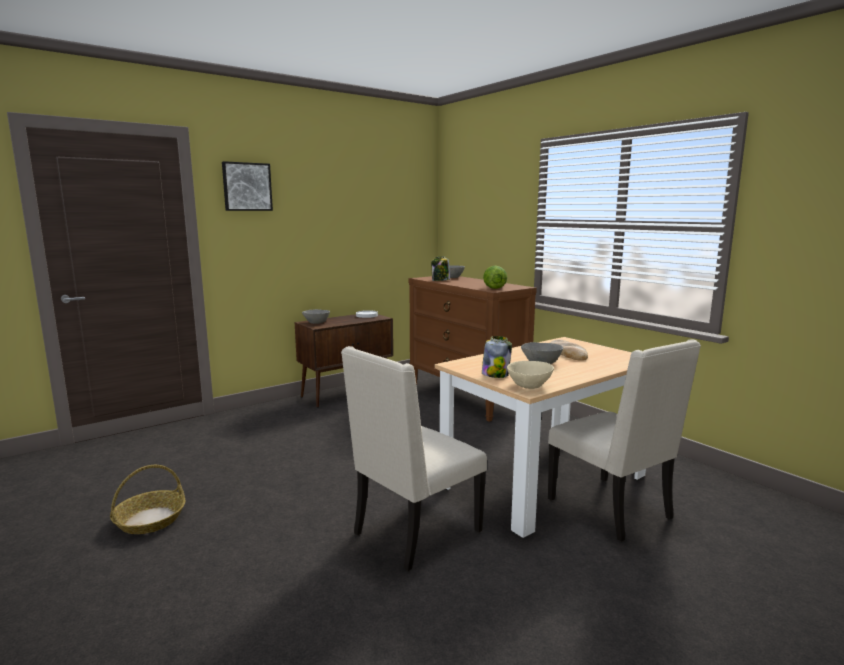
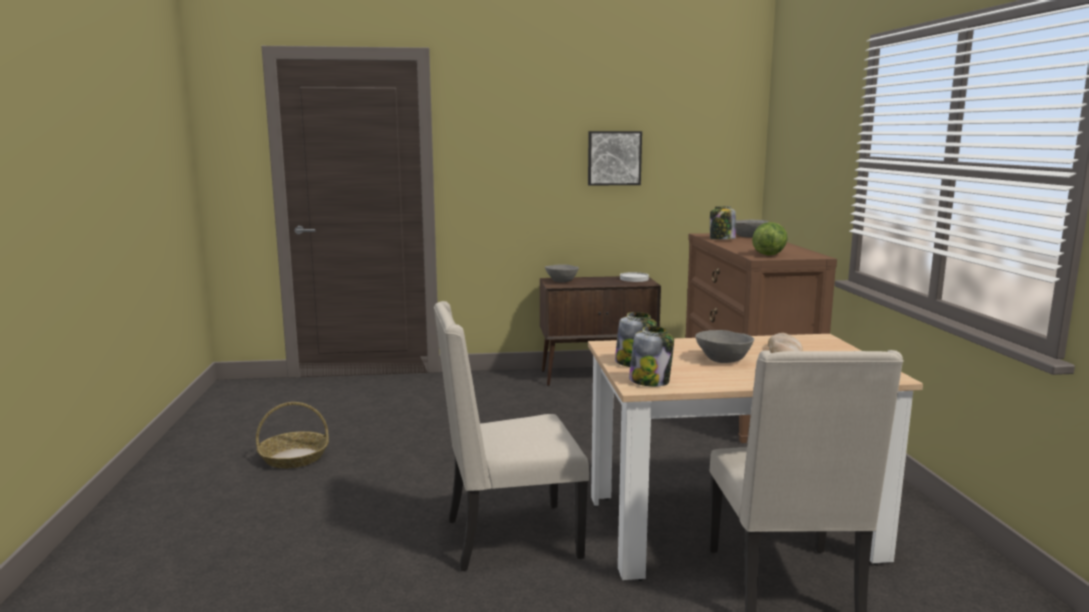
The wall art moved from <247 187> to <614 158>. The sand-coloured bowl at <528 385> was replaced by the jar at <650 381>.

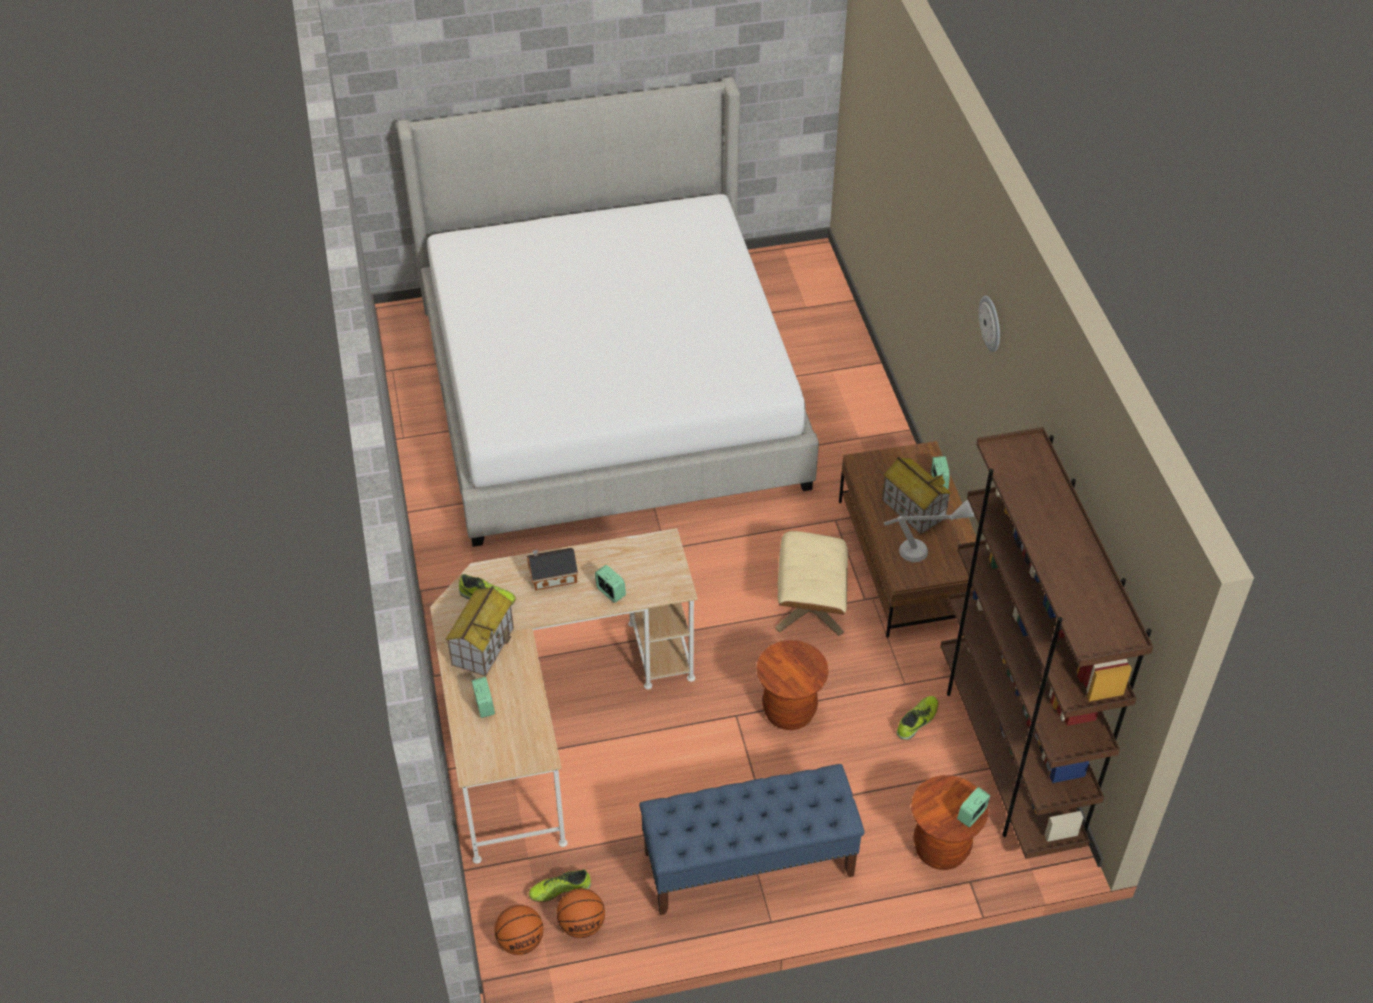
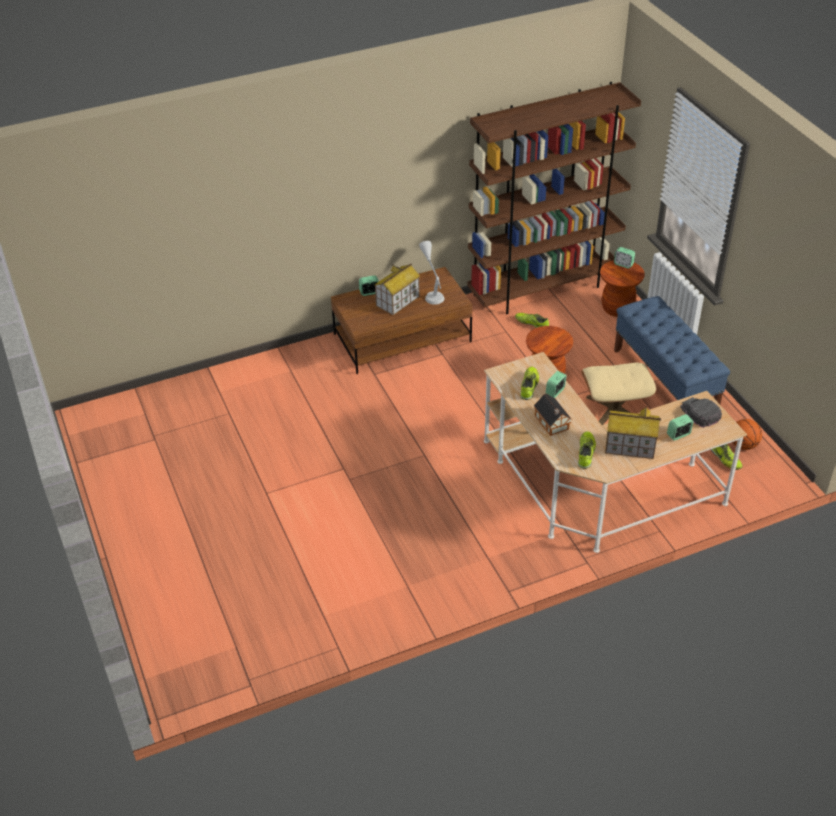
The low shoe at <529 386> appeared. The sand-coloured ottoman moved from <809 607> to <614 410>. The black-coloured baseball cap at <699 413> appeared. The sleeping bed at <609 390> disappeared. The basketball ball at <520 941> disappeared. The hanging clock at <991 323> disappeared.

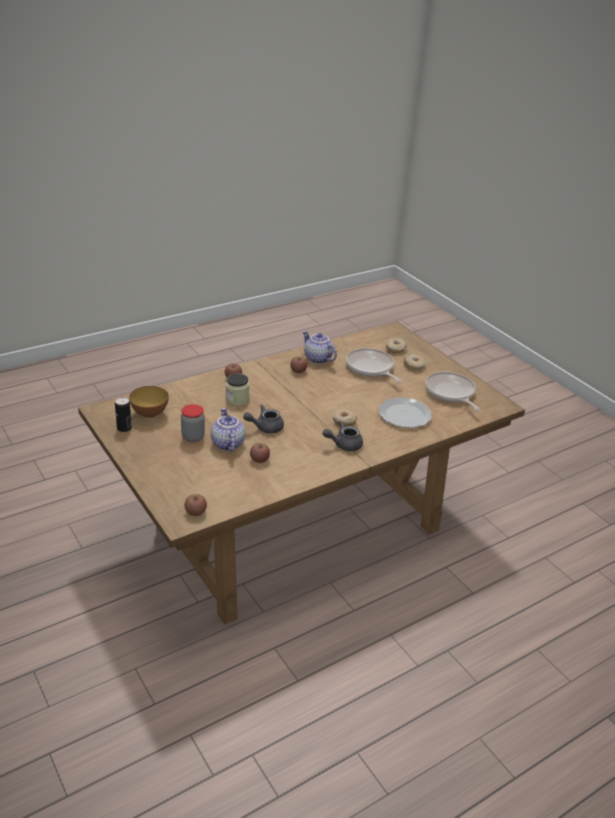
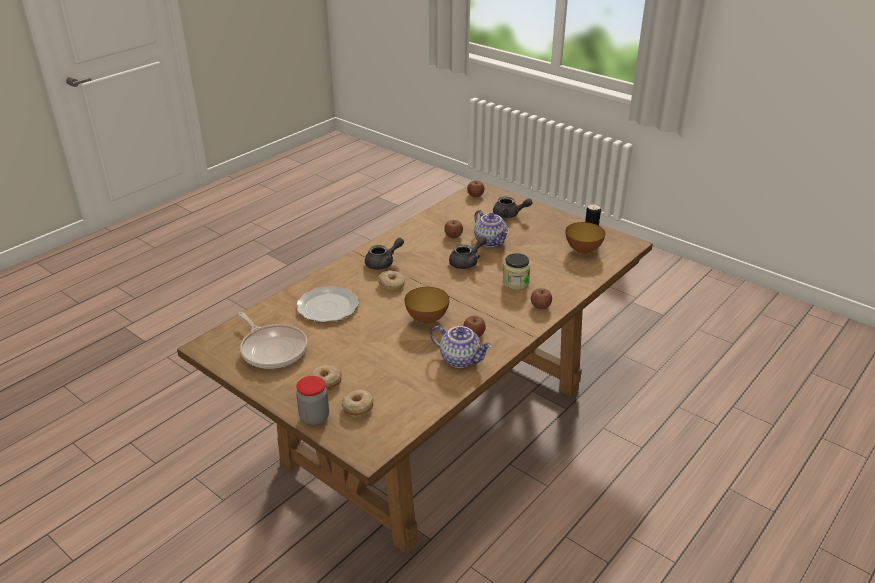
The jar moved from <193 437> to <314 417>. The bowl at <427 319> appeared. The grey teapot at <509 215> appeared. The skillet at <370 368> disappeared.

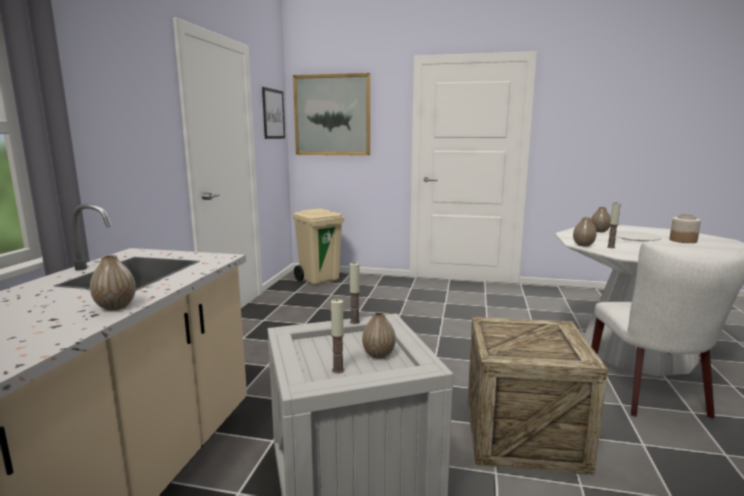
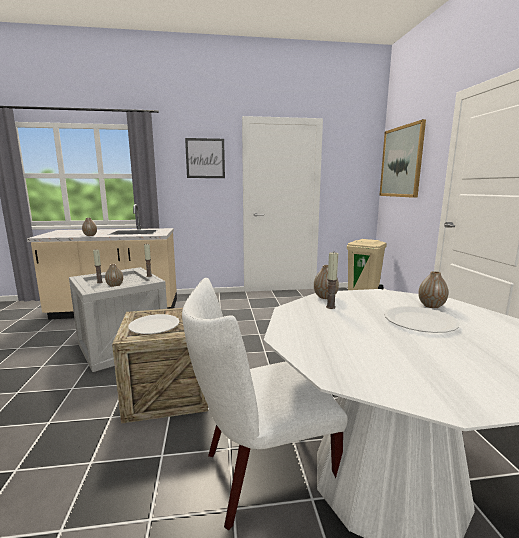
The whitish dinner plate at <154 325> appeared. The wall art moved from <273 114> to <205 158>. The jar at <682 240> disappeared.

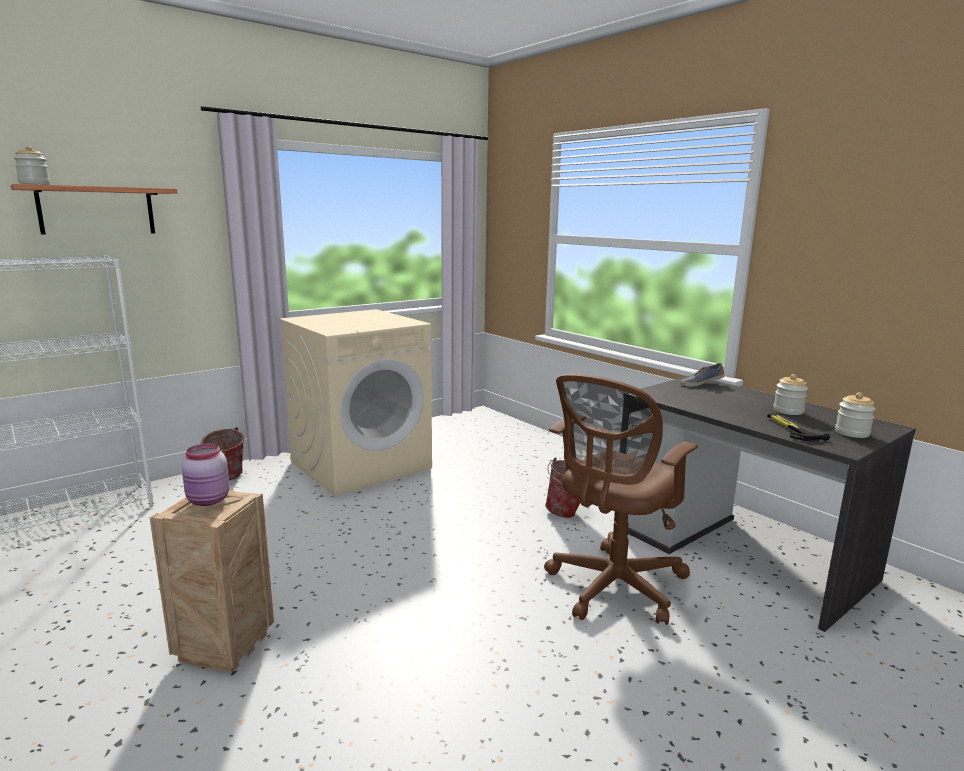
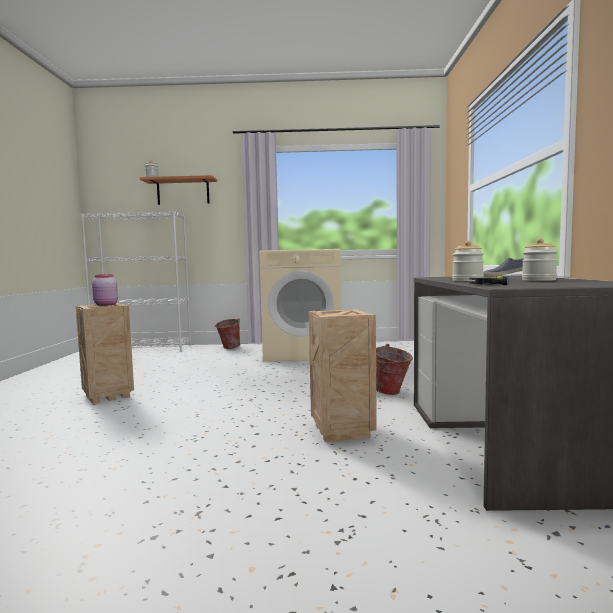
The brownish desk chair at <612 588> was replaced by the packing crate at <340 431>. The jar moved from <852 433> to <467 280>.

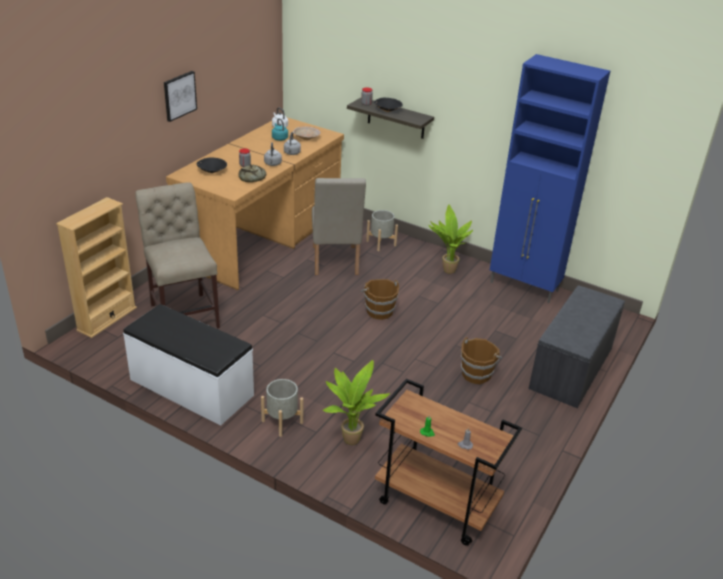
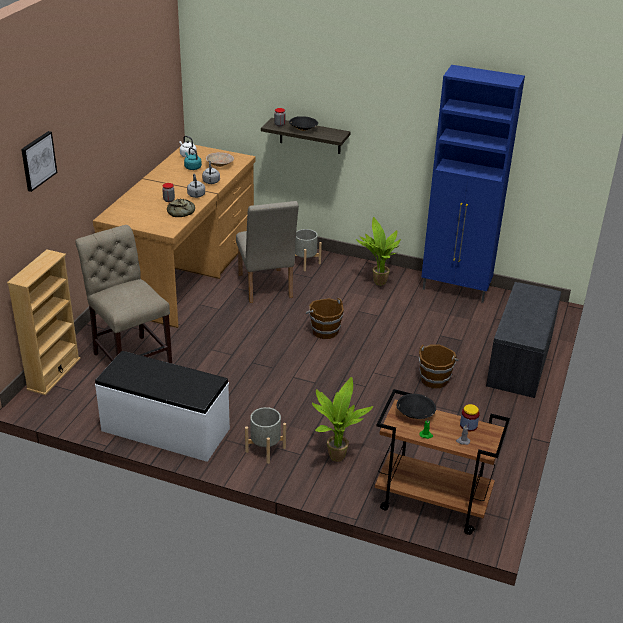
The wall art moved from <179 95> to <38 160>. The black-coloured bowl moved from <212 171> to <415 414>. The jar at <468 425> appeared.

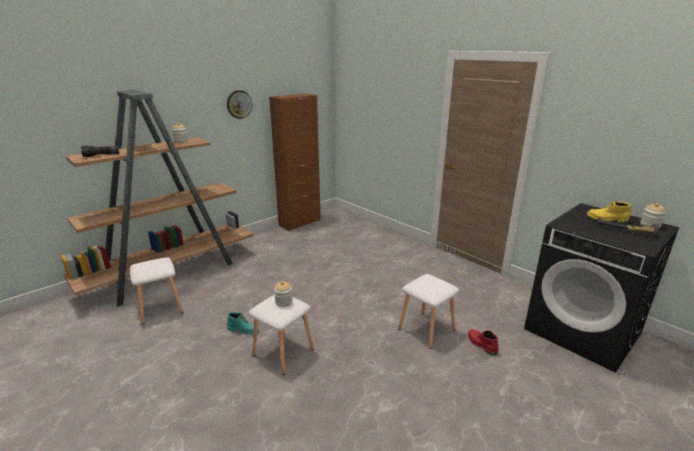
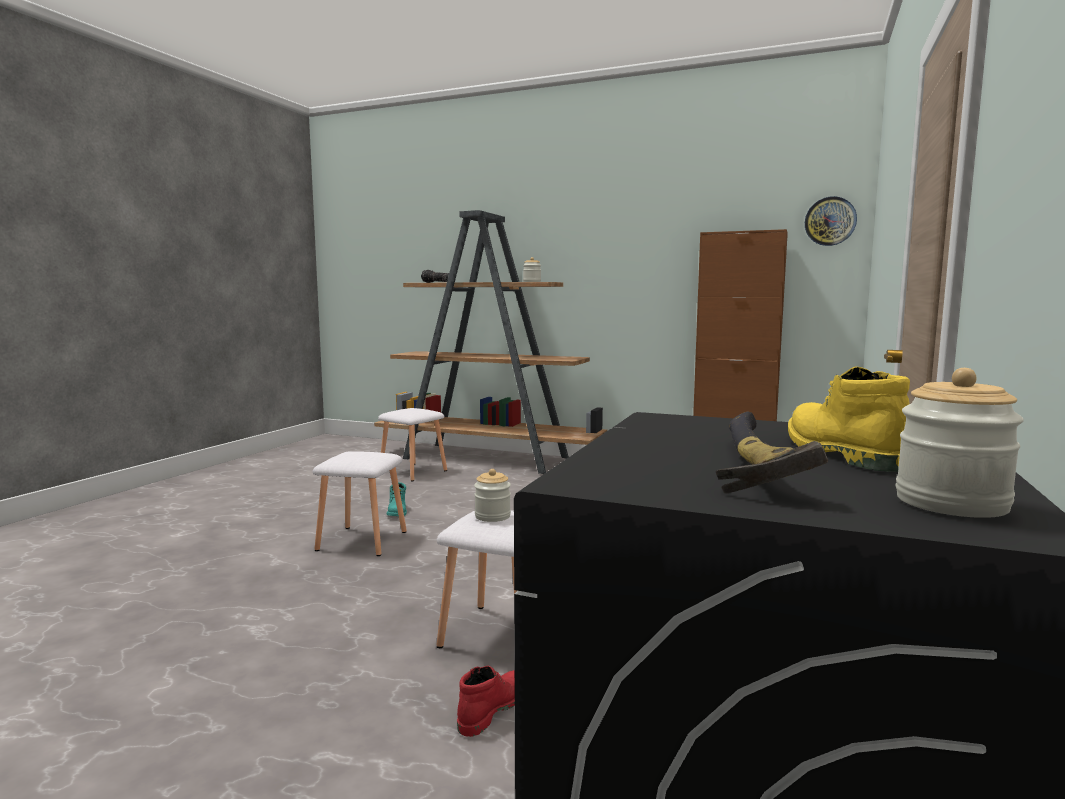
The jar moved from <284 302> to <492 516>. The hanging clock moved from <239 104> to <830 221>.

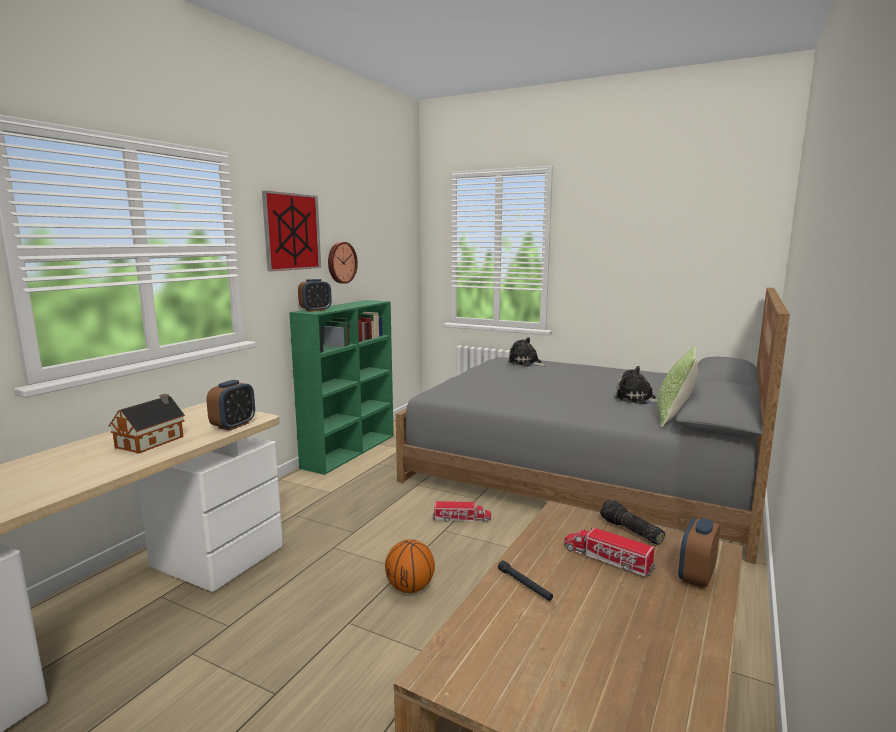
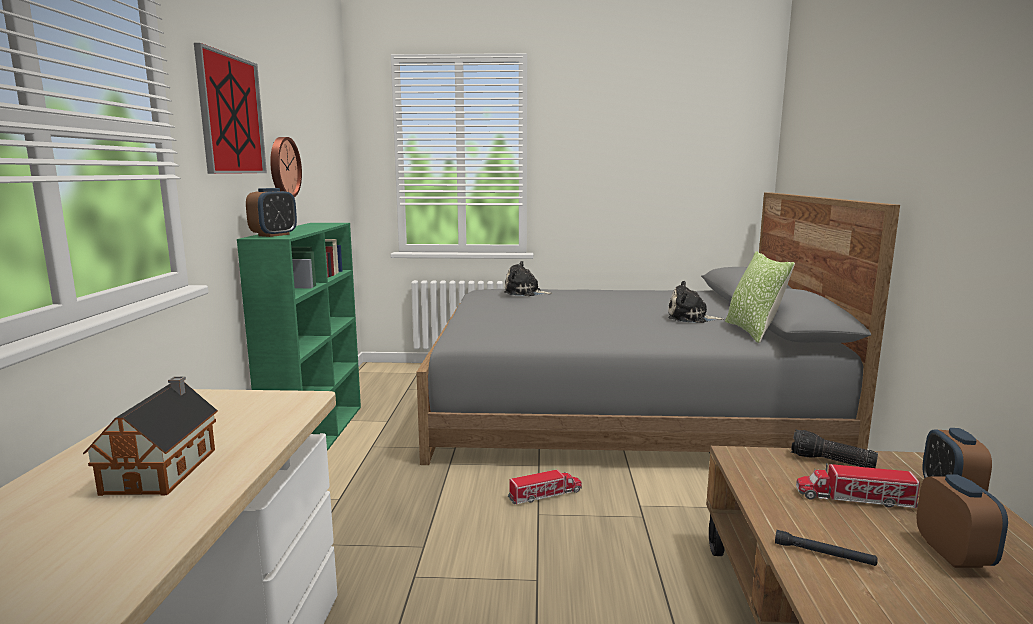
The bedside clock moved from <233 425> to <953 554>. The basketball ball at <410 588> disappeared.

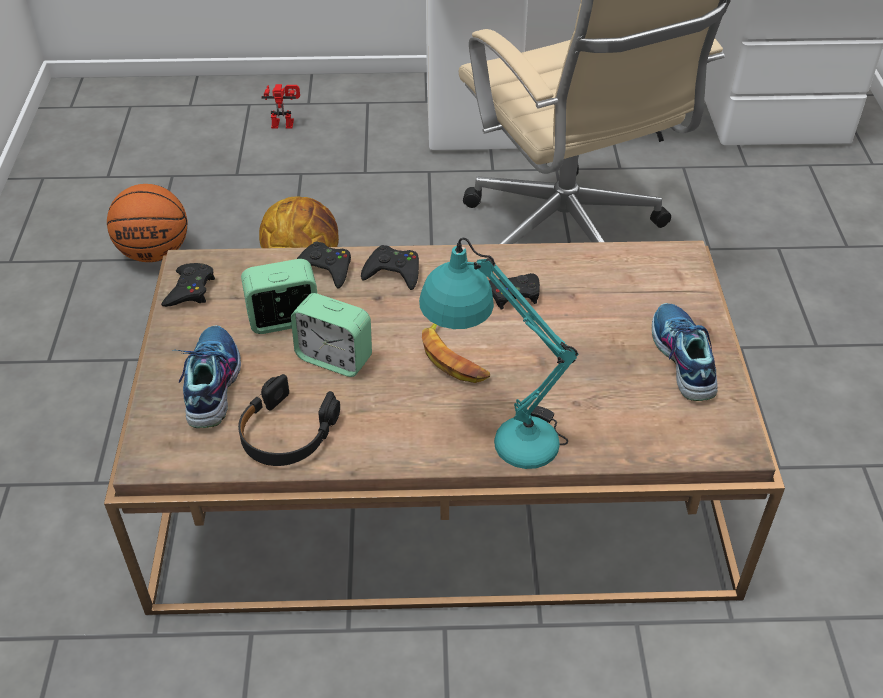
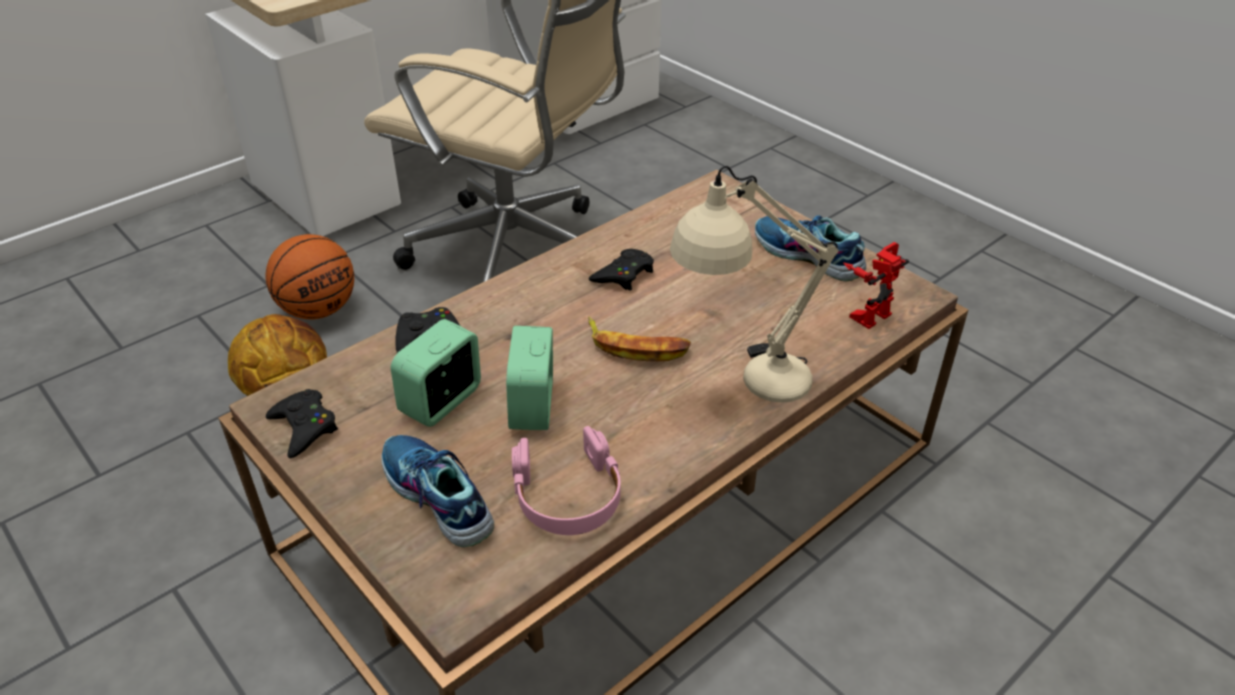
The basketball ball moved from <154 253> to <318 310>. The bedside clock at <334 358> turned 105 degrees clockwise. The black-coloured headset at <286 433> became the pinkish headset at <568 494>. The turquoise table lamp at <494 430> became the sand-coloured table lamp at <741 384>. The toy robot moved from <284 122> to <868 312>. The black-coloured game controller at <393 272> disappeared.

